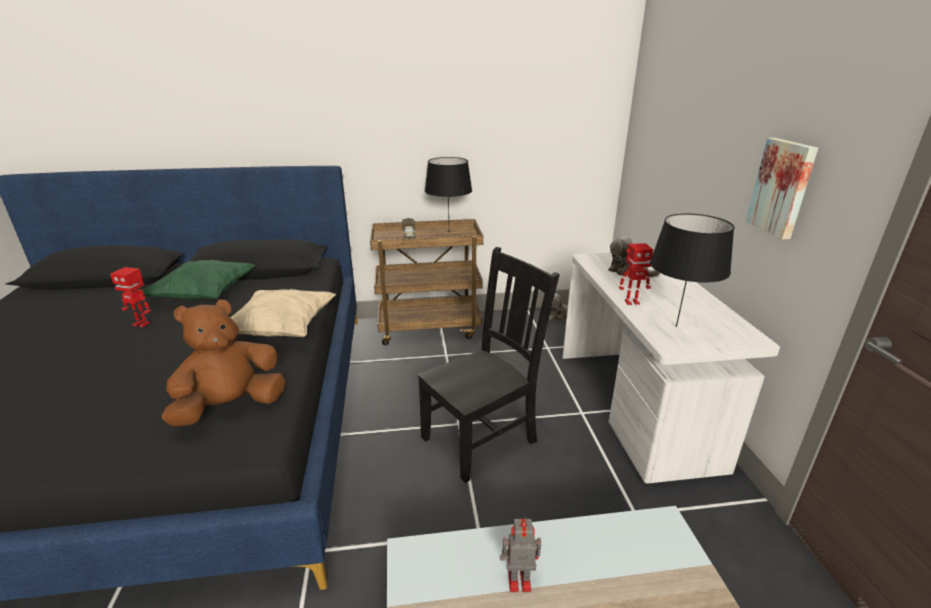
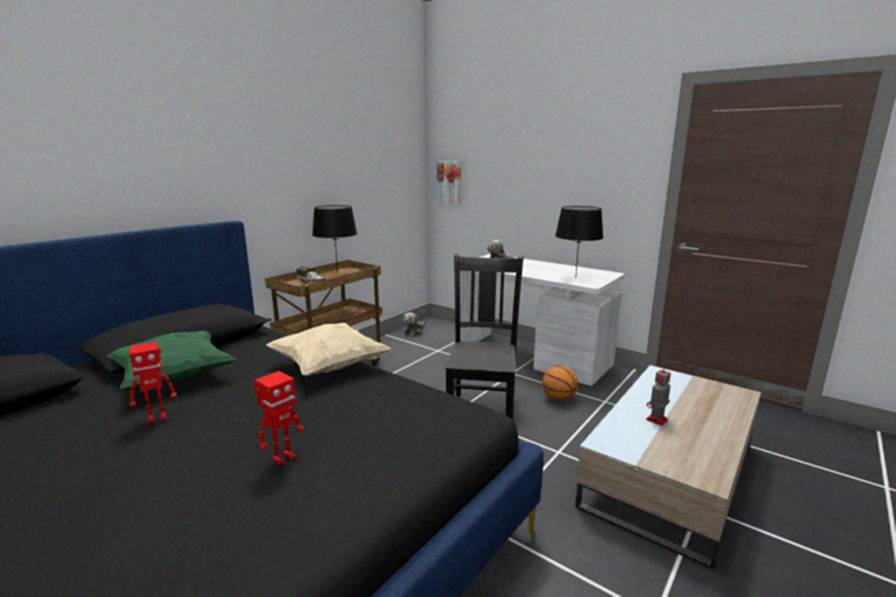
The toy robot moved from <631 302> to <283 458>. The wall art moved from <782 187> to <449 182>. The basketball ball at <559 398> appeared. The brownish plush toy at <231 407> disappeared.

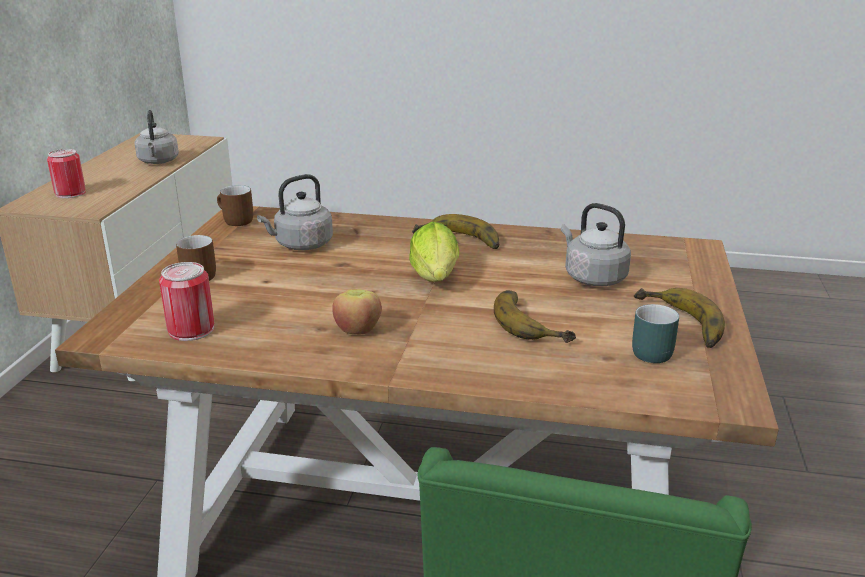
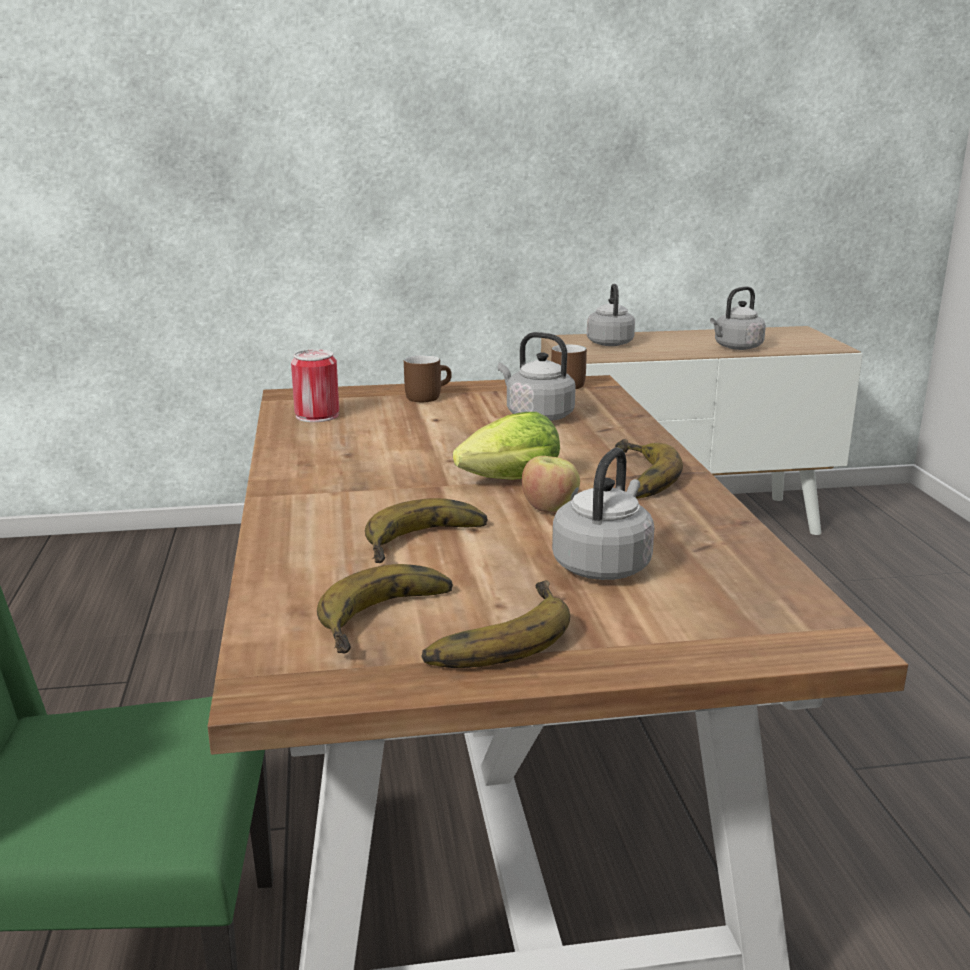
The turquoise mug at <649 350> was replaced by the banana fruit at <393 619>. The whole apple moved from <358 329> to <550 507>. The can at <70 193> was replaced by the grey kettle at <609 342>.

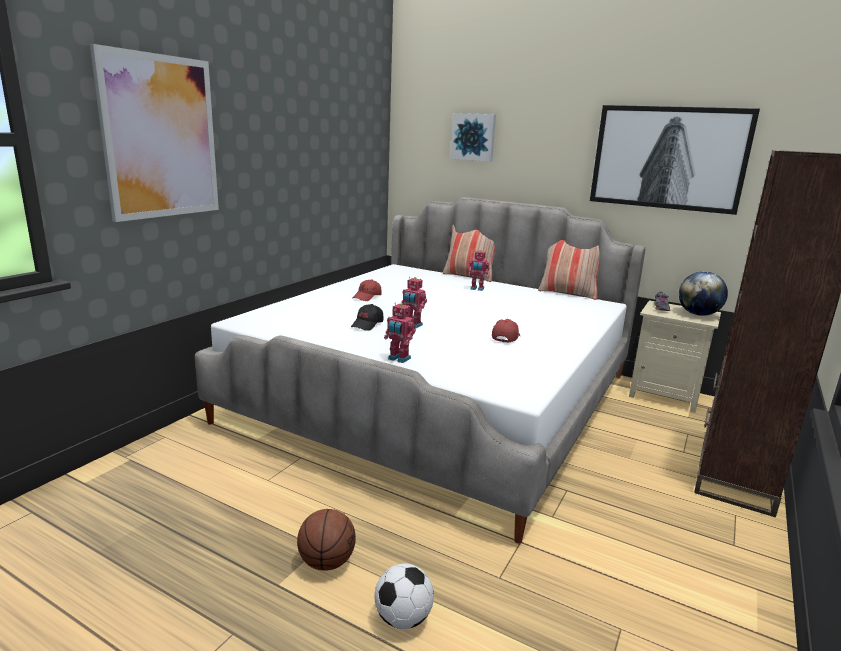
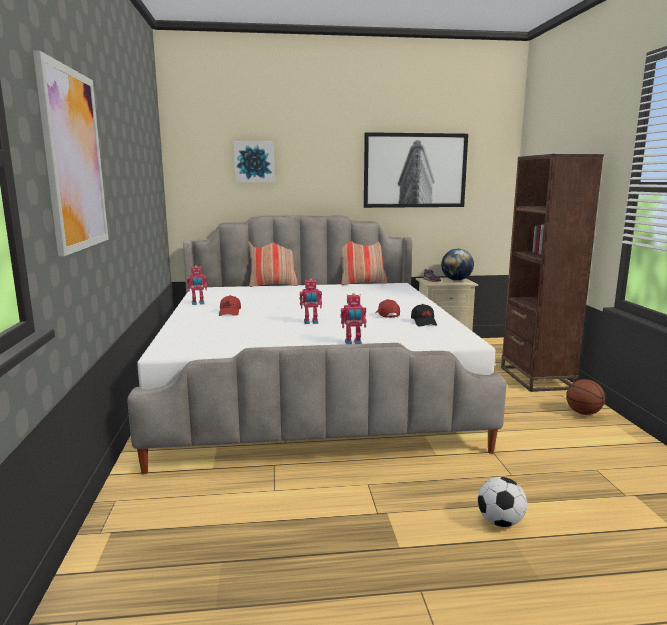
The toy robot moved from <477 289> to <198 303>. The black-coloured baseball cap moved from <367 325> to <424 322>. The basketball ball moved from <326 562> to <583 413>.

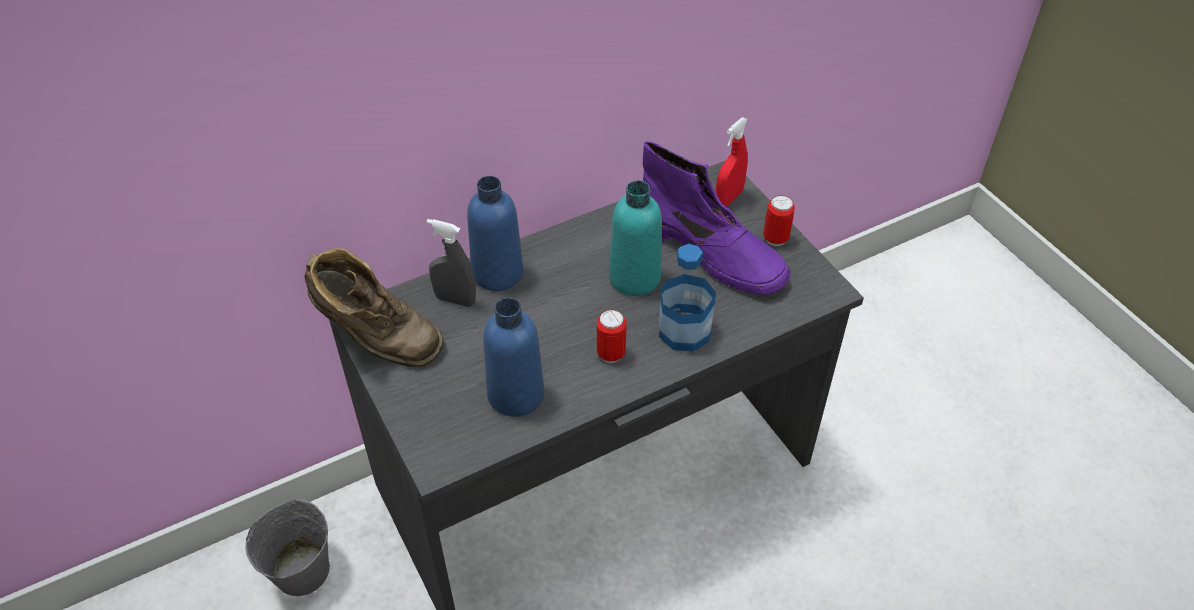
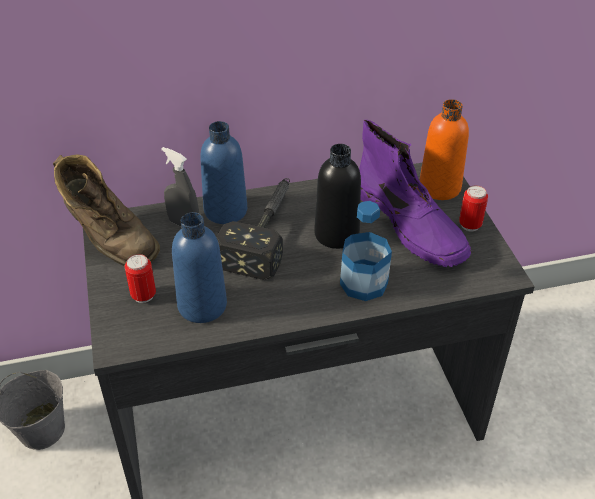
The can moved from <611 354> to <143 295>. The hammer at <266 231> appeared. The turquoise drink bottle at <634 278> became the black-coloured drink bottle at <336 234>. The red-coloured hand sprayer at <728 198> was replaced by the orange drink bottle at <439 187>.

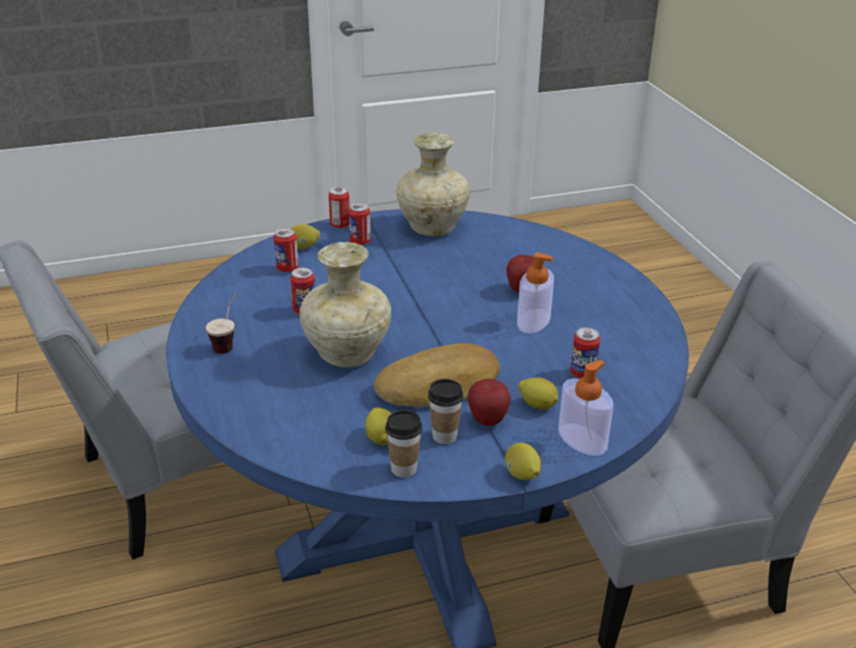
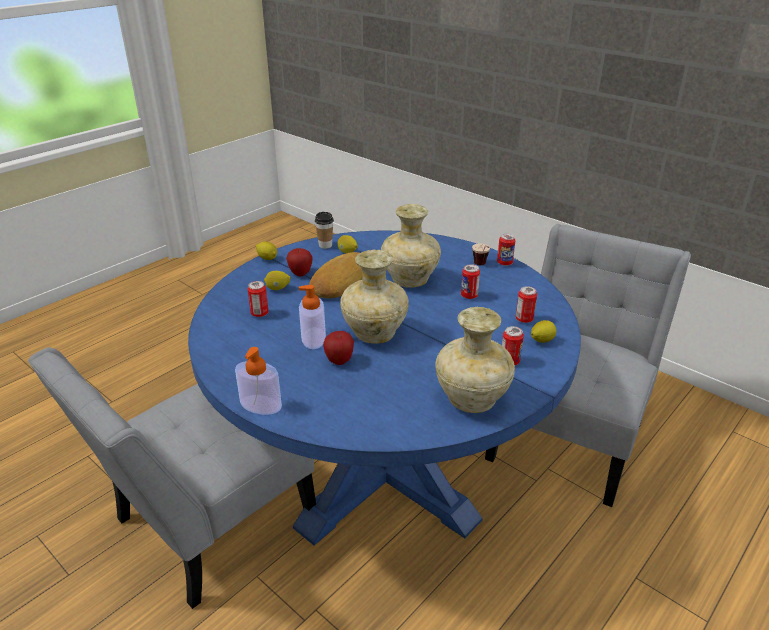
The soap dispenser moved from <582 439> to <261 405>. The sand-coloured decorative vase at <374 333> appeared. The can moved from <340 225> to <504 263>. The drinking cup at <444 436> disappeared.

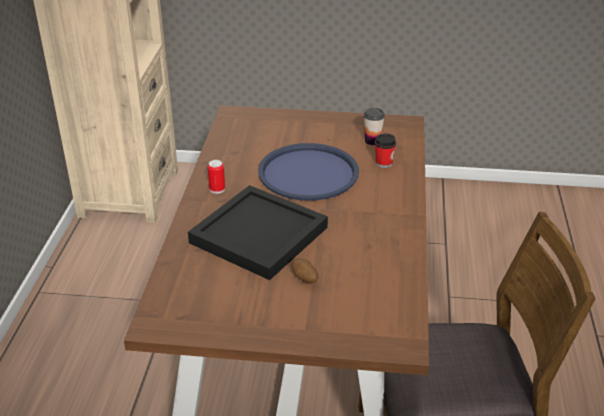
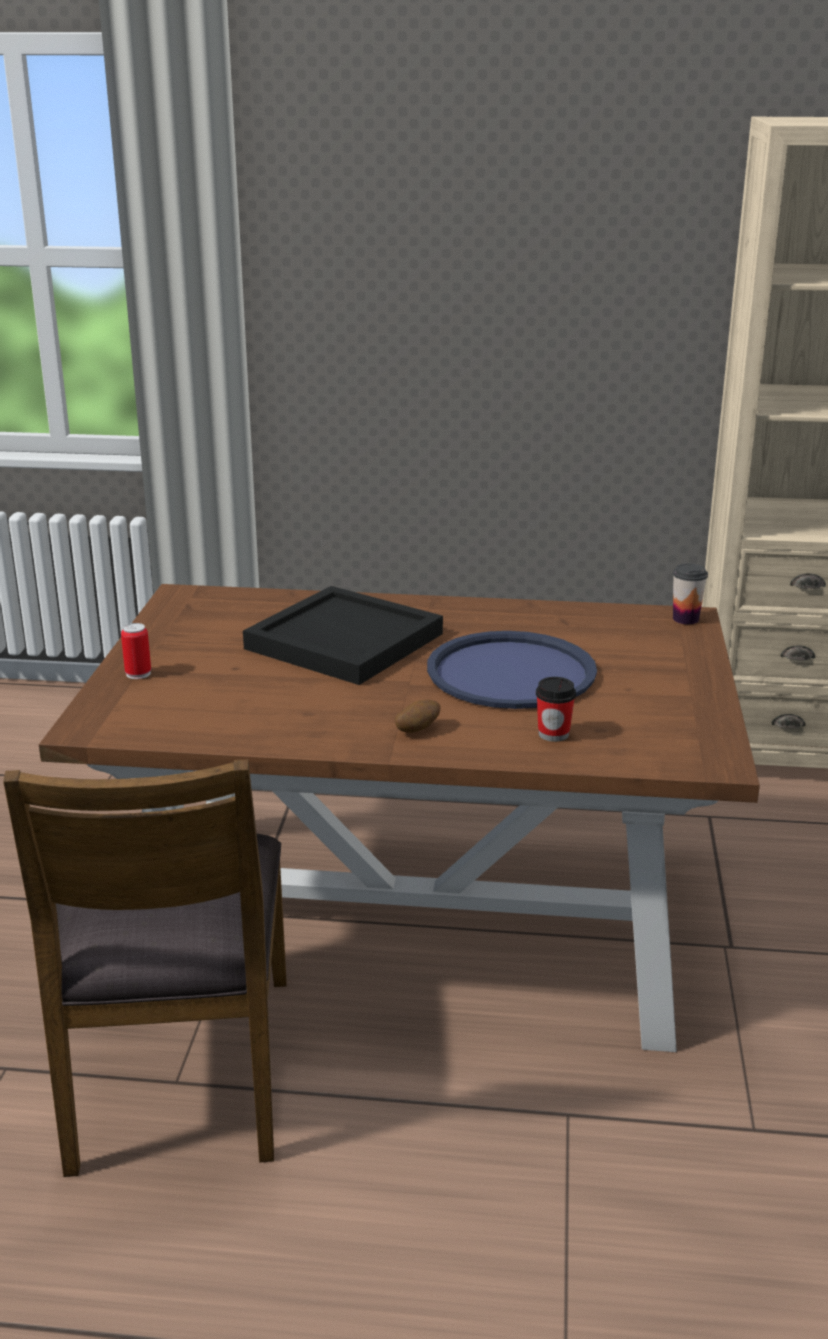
The can moved from <217 189> to <138 673>. The potato moved from <304 279> to <417 730>. The drinking cup moved from <372 141> to <685 619>.

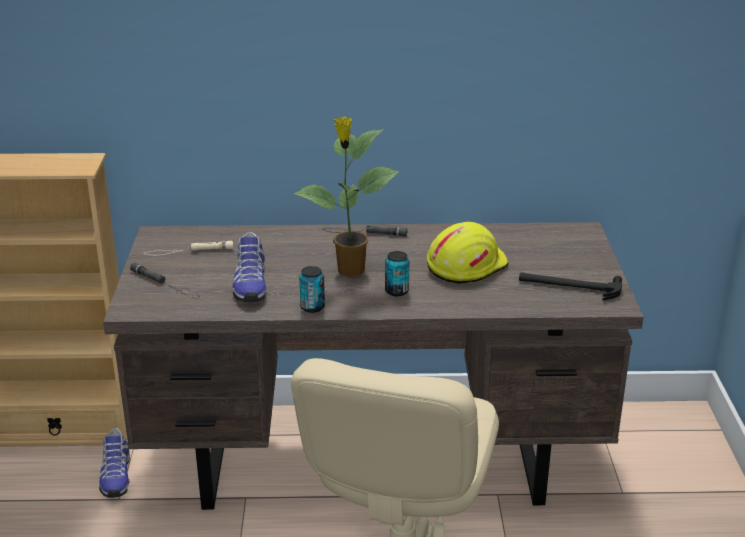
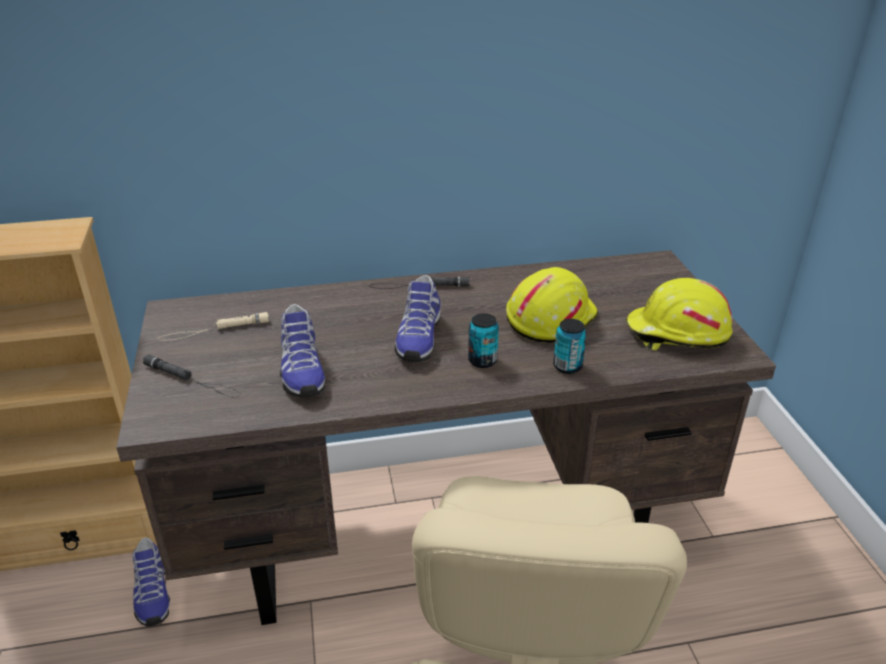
The plant in a pot at <349 271> was replaced by the low shoe at <418 338>. The can moved from <312 307> to <567 366>. The hammer at <569 286> was replaced by the yellow-coloured work helmet at <676 334>.

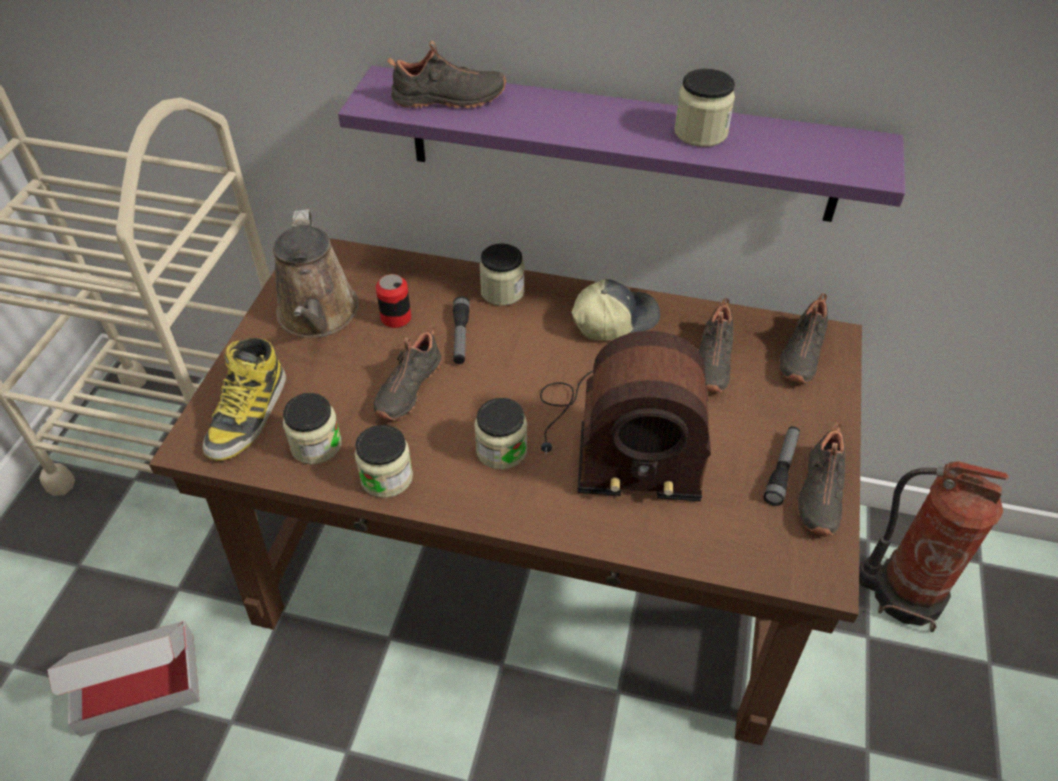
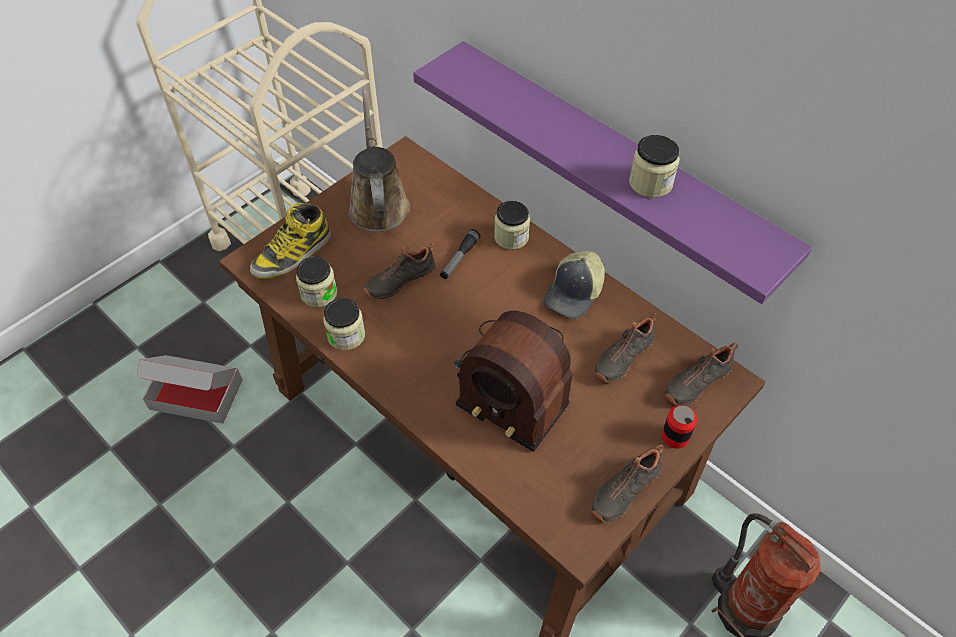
The brownish watering can at <318 316> turned 150 degrees clockwise. The baseball cap at <614 320> turned 120 degrees clockwise. The can moved from <396 318> to <675 436>. The black-coloured low shoe at <449 100> disappeared. The jar at <501 450> disappeared. The hand torch at <781 469> disappeared.

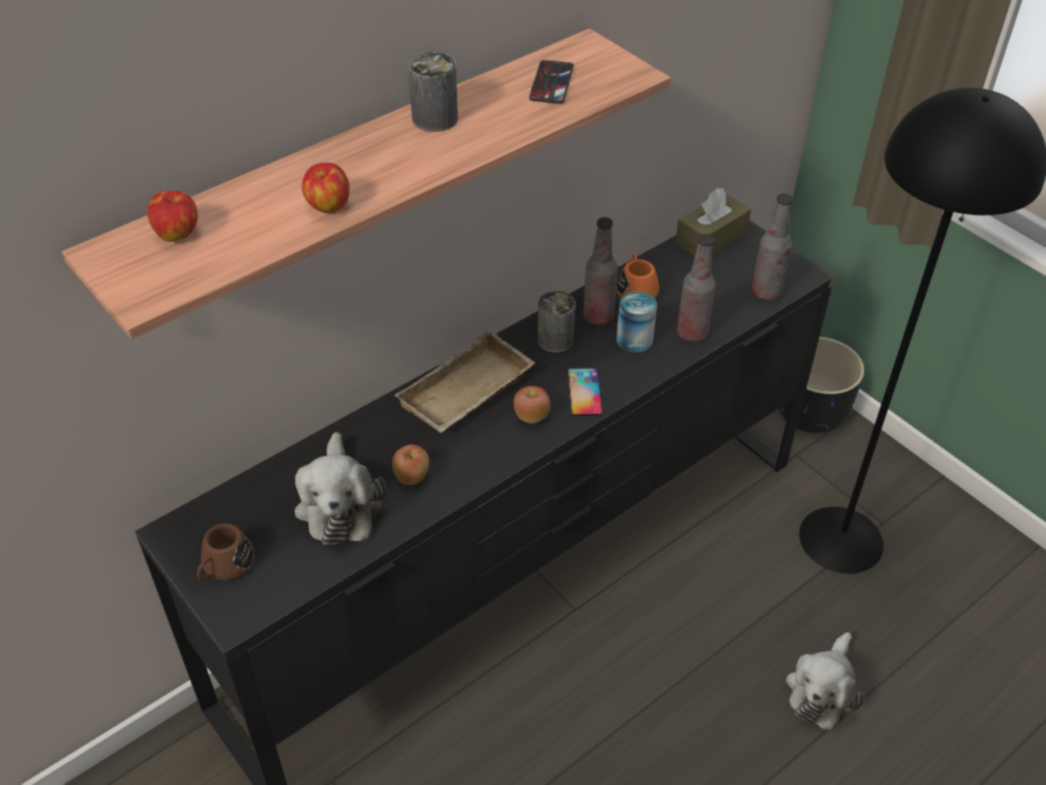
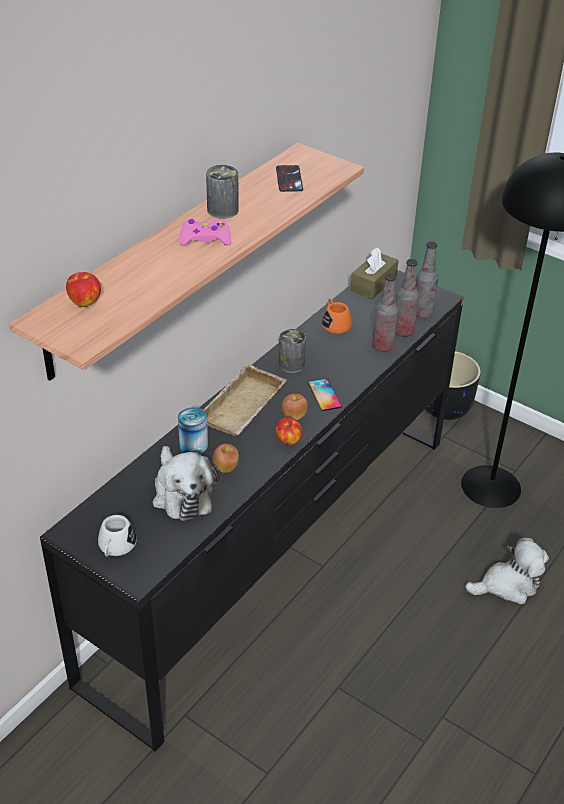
The brownish mug at <224 566> became the whitish mug at <115 547>. The can moved from <634 339> to <193 445>. The pinkish game controller at <205 239> appeared. The whole apple moved from <328 206> to <288 441>. The drink bottle moved from <598 316> to <403 331>. The plush toy at <822 689> turned 120 degrees counterclockwise.

